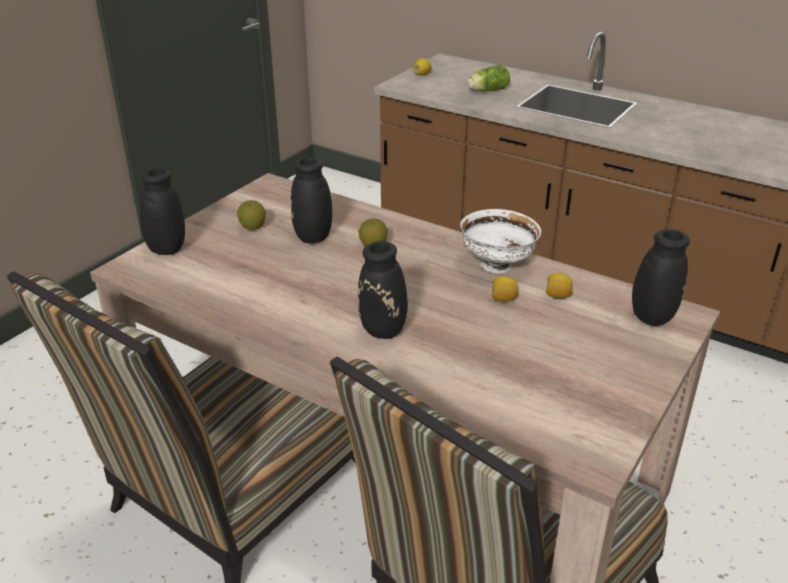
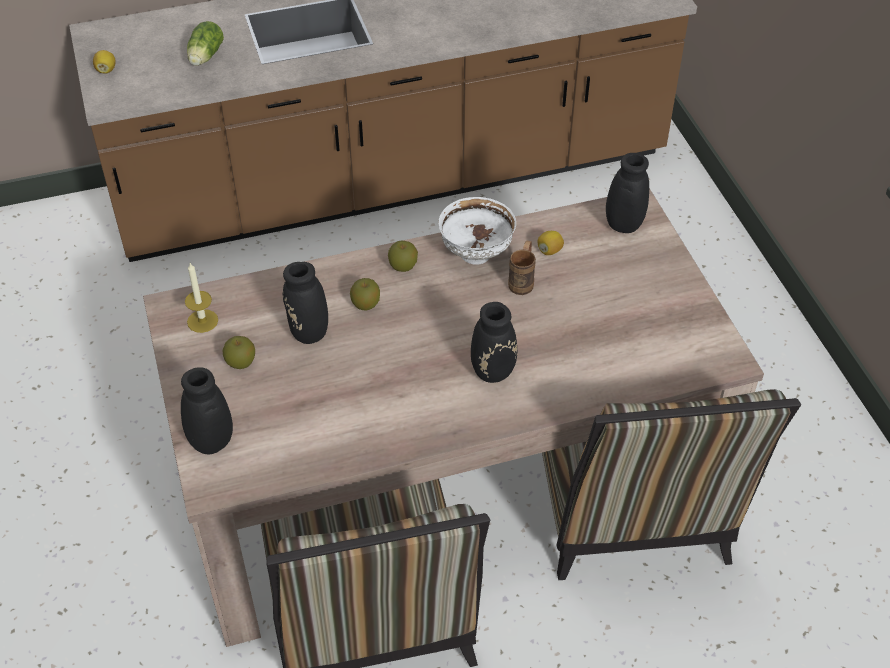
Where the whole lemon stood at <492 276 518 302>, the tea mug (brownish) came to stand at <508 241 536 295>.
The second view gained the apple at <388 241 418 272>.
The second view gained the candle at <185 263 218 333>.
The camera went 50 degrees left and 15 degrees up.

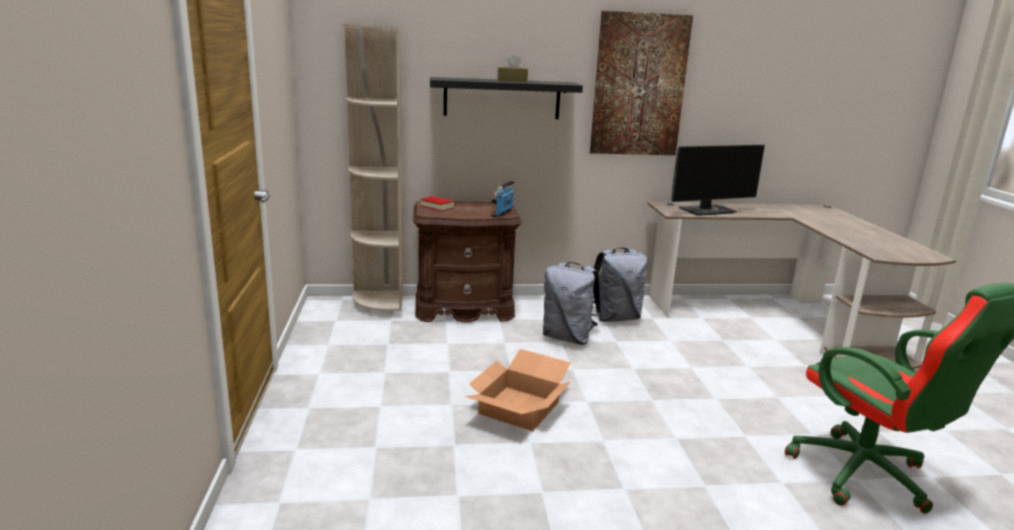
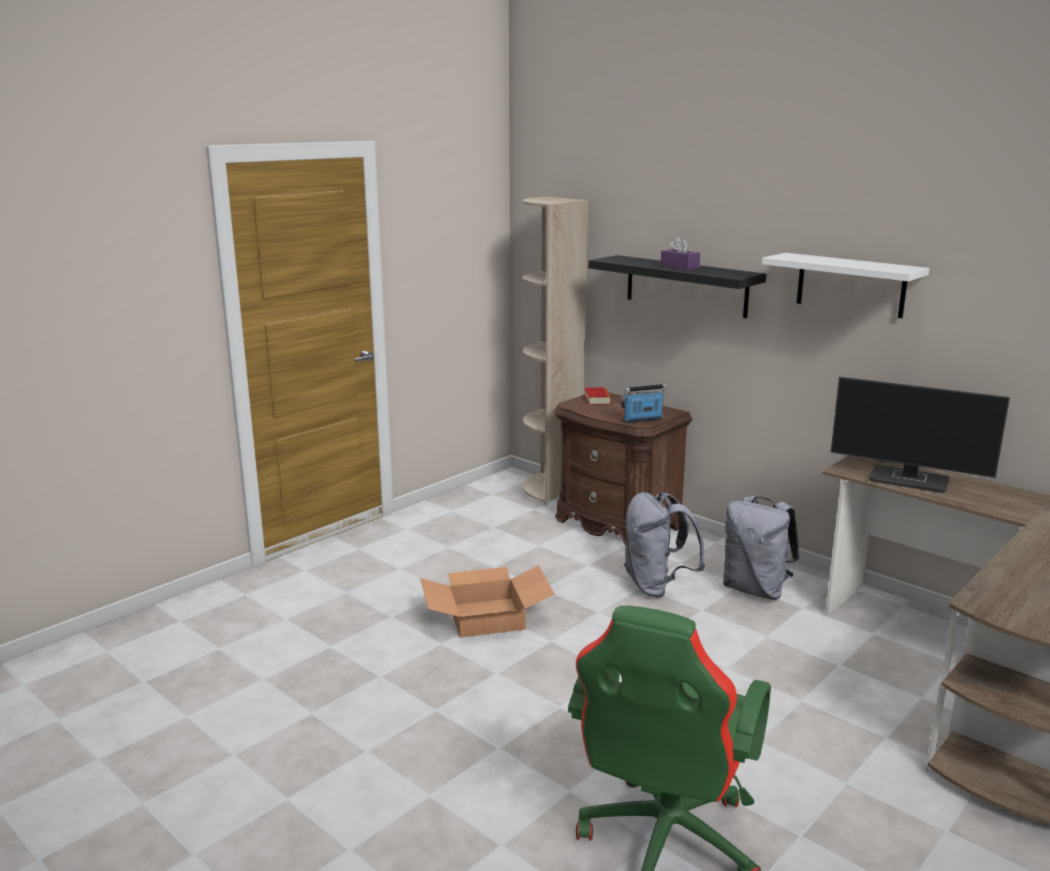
Where the picture hung at <590 11 693 155>, the wall shelf (white-coloured) came to hang at <762 253 929 318>.
What was the tissue holder (brownish) at <498 55 528 82> turned into the tissue holder (purple-coloured) at <660 237 700 270>.
The camera went 50 degrees right and 0 degrees up.

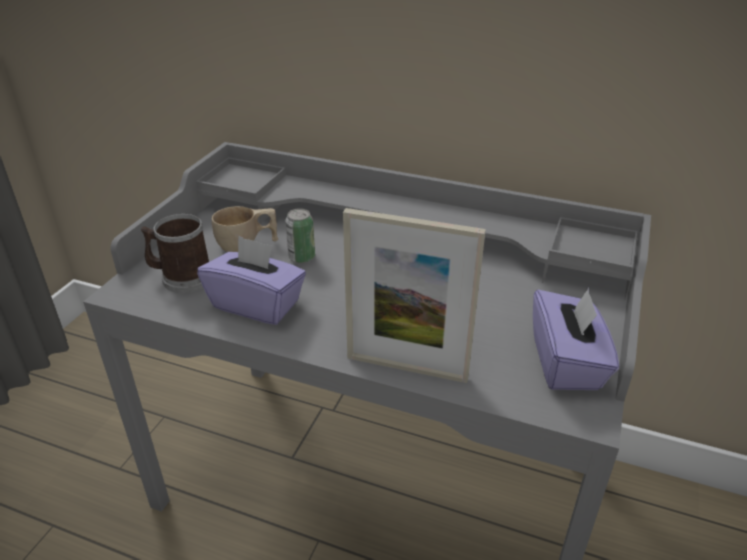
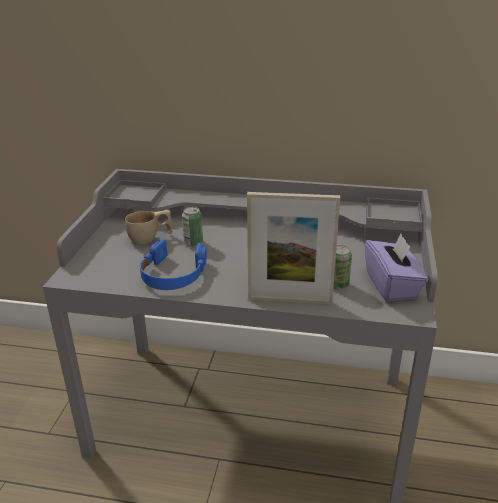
The second view lost the tea mug at <141 214 209 293>.
Where the tissue holder (purple-coloured) stood at <197 236 306 325>, the headset (bluish) came to stand at <140 239 207 290>.
The second view gained the can at <333 245 352 290>.
The camera went 10 degrees left and 5 degrees down.

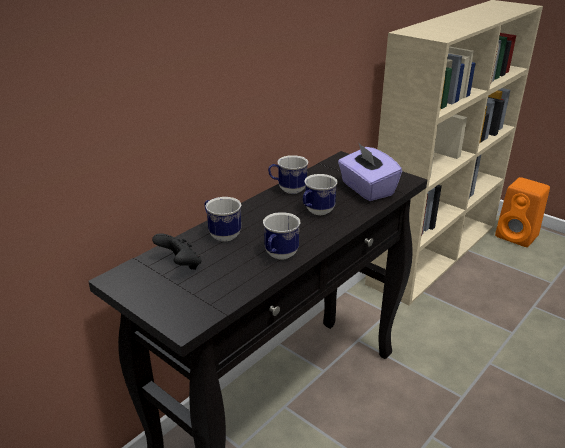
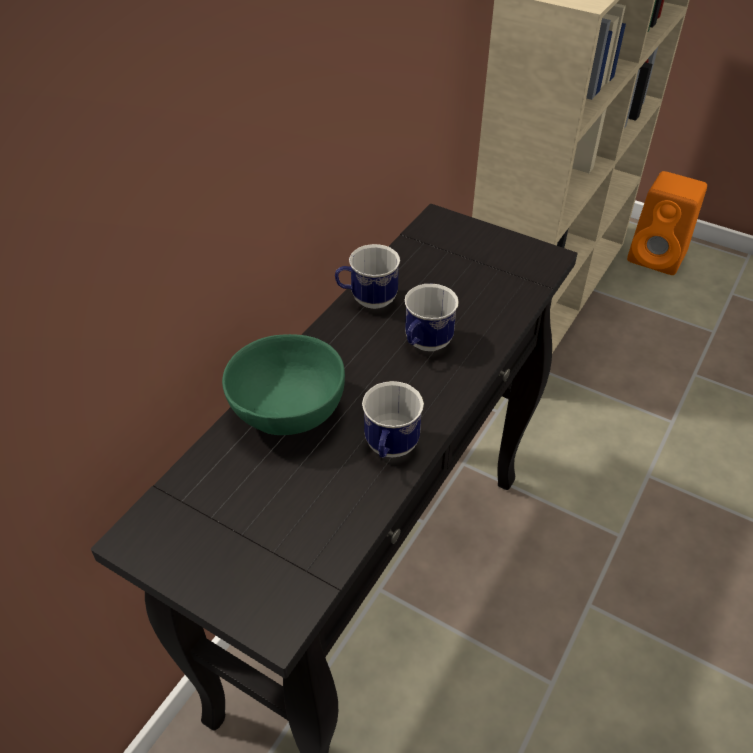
The second view lost the tissue holder (purple-coloured) at <338 144 402 201>.
Where the tea mug stood at <204 197 241 242>, the bowl (green-coloured) came to stand at <222 334 345 435>.
The second view lost the game controller (black) at <152 233 202 270>.
The camera went 10 degrees left and 15 degrees up.

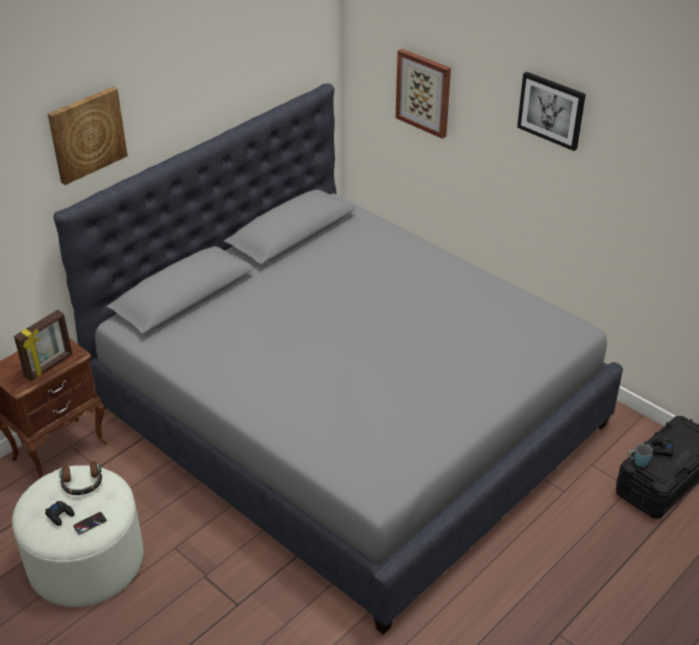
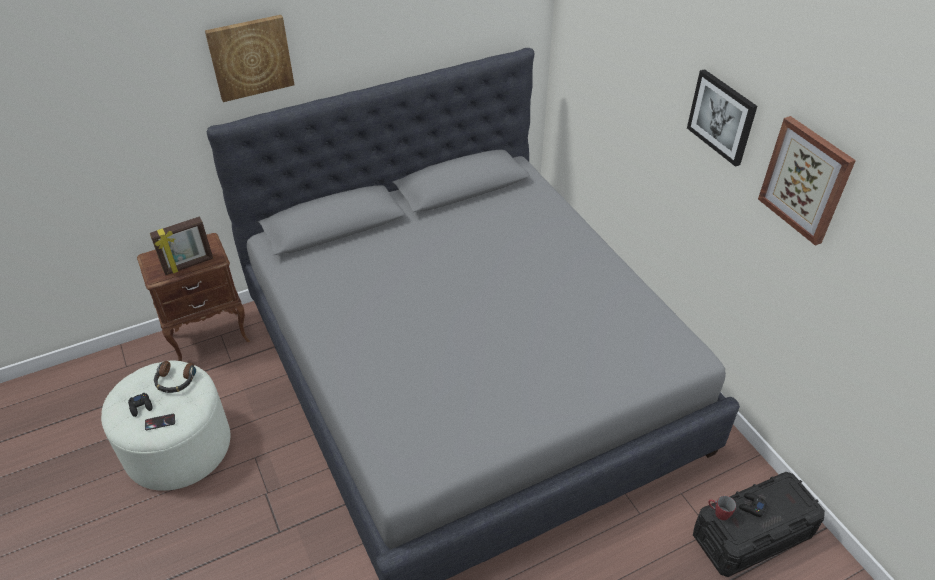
The picture ended up elsewhere, having gone from <396 49 451 139> to <758 116 856 246>.
What was the tea mug (bluish) at <628 444 653 467> turned into the tea mug (red) at <708 496 736 520>.
The camera went 20 degrees right and 5 degrees up.

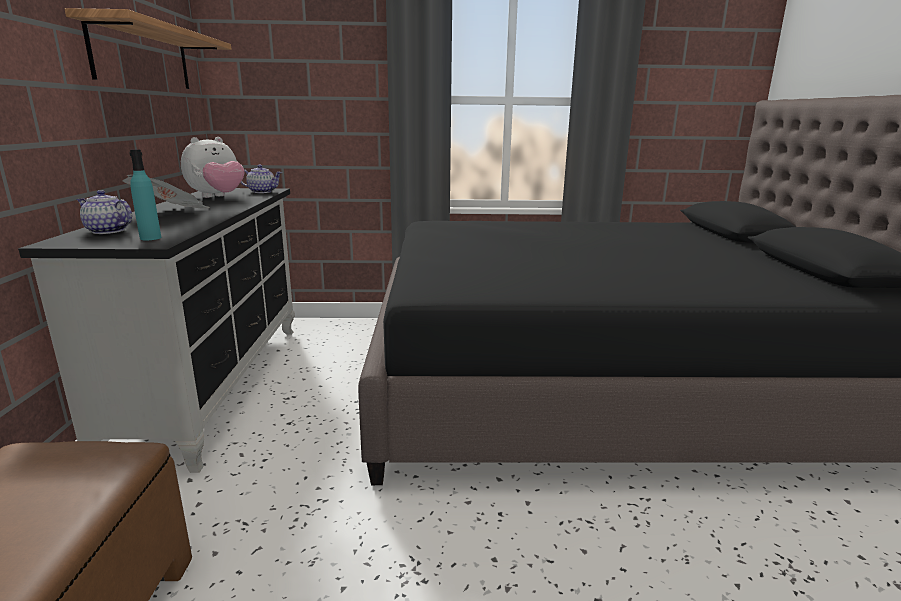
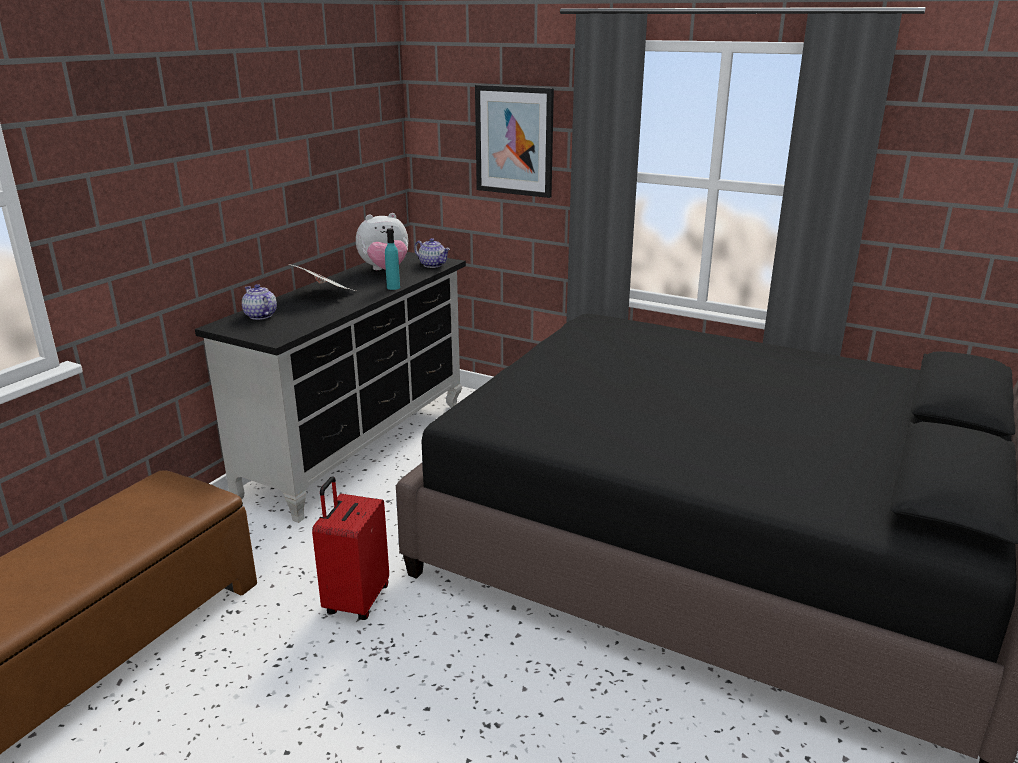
The second view lost the wall shelf at <64 8 231 89>.
The bottle (blue-green) ended up elsewhere, having gone from <130 149 162 240> to <385 228 400 290>.
The second view gained the picture at <475 85 554 198>.
The second view gained the travel case (red) at <312 476 389 620>.
The camera went 30 degrees right and 5 degrees up.

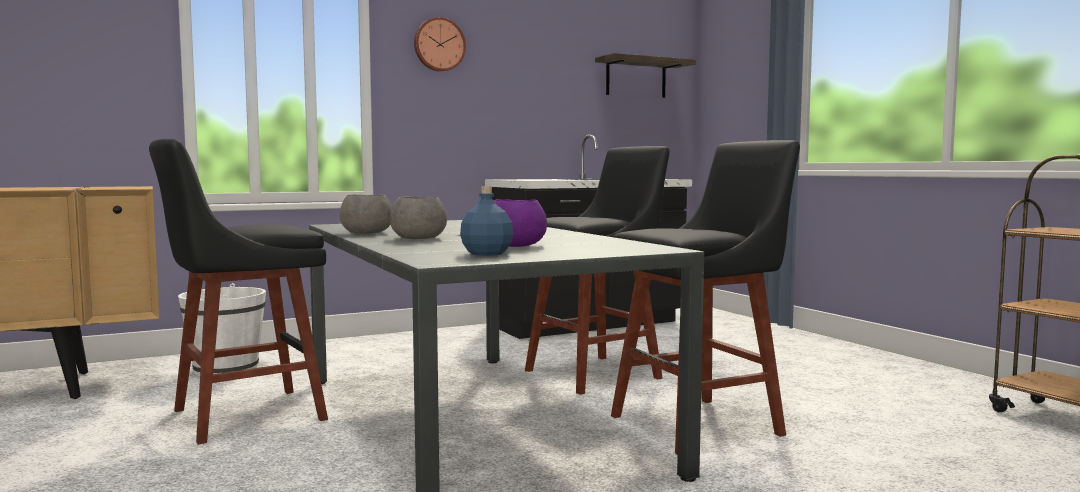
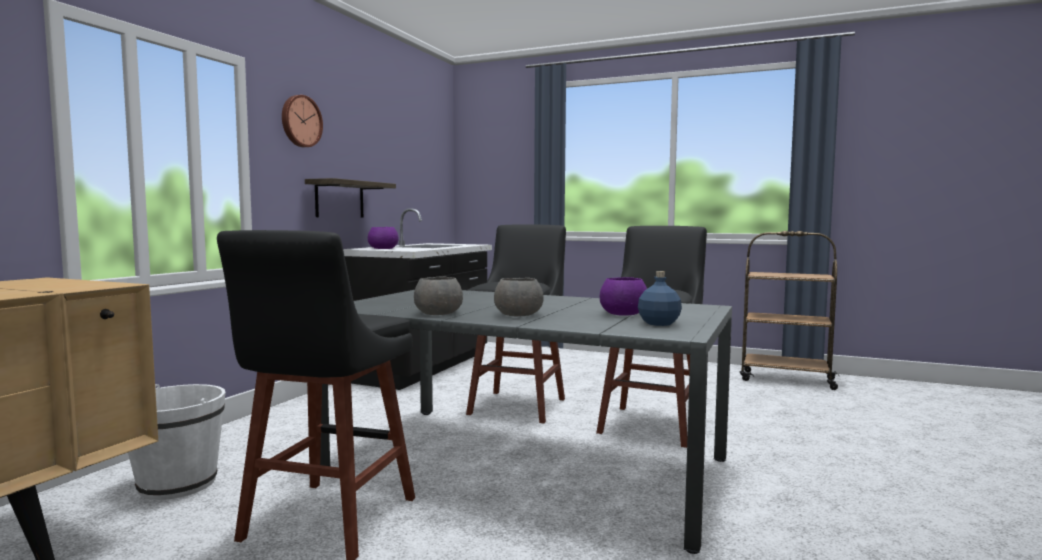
The wall shelf ended up elsewhere, having gone from <595 53 696 98> to <305 178 396 218>.
The second view gained the bowl (purple-coloured) at <368 227 398 249>.
The camera went 40 degrees left and 0 degrees up.

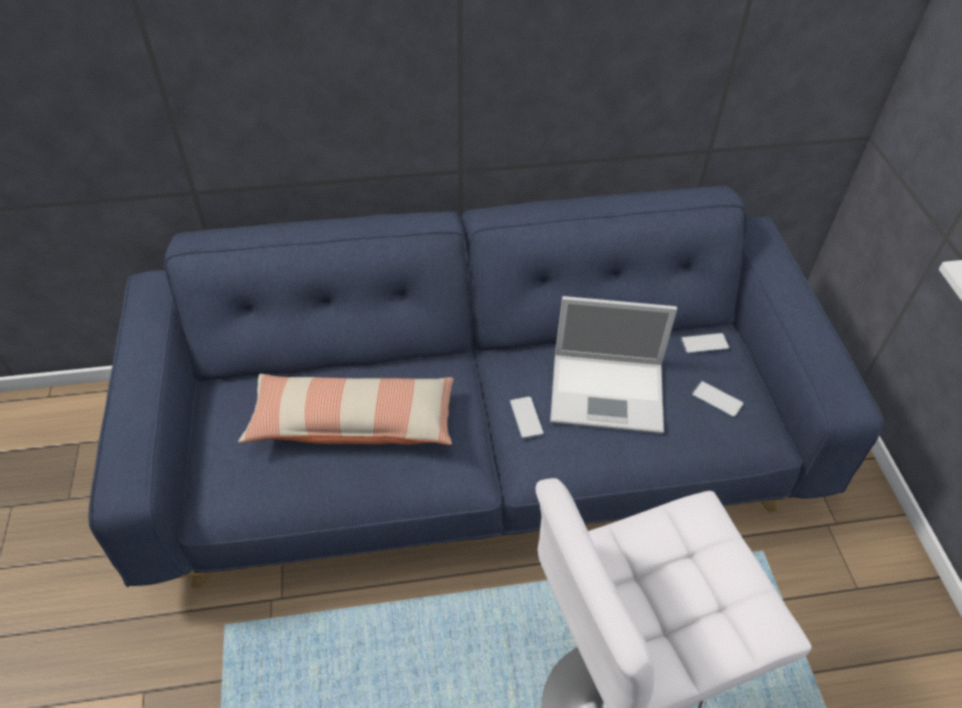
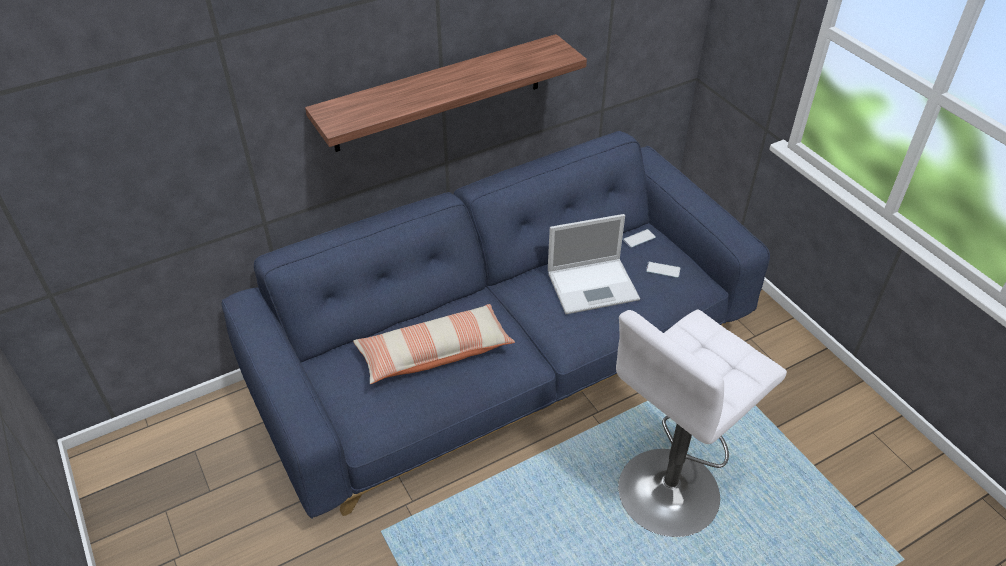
The second view lost the handset at <510 396 544 439>.
The second view gained the wall shelf at <305 34 587 152>.
The camera went 20 degrees left and 5 degrees down.

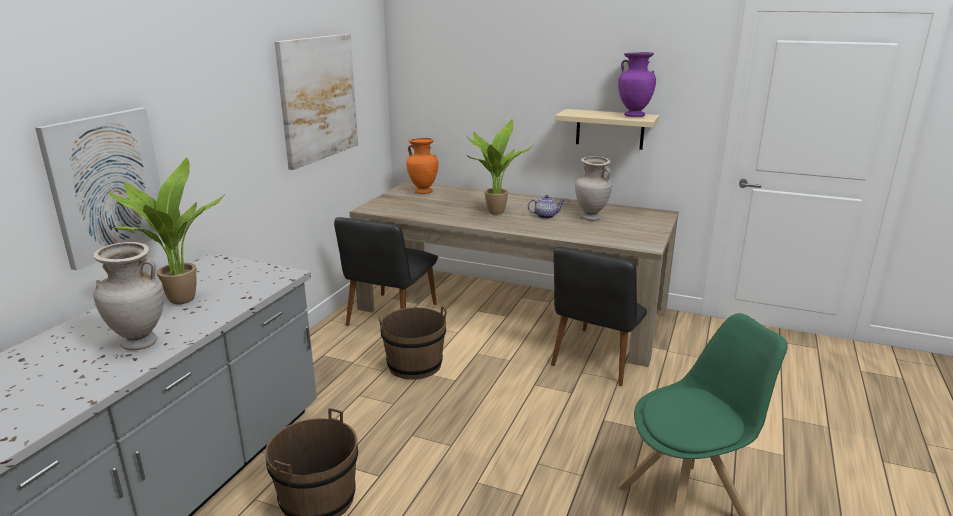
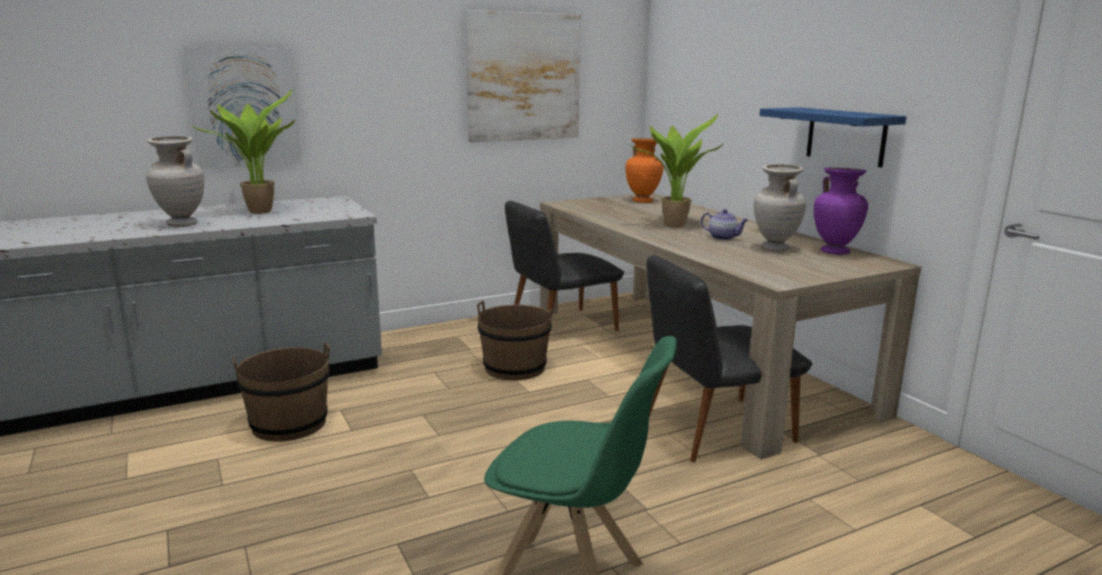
The flower vase (purple-coloured) ended up elsewhere, having gone from <618 52 656 117> to <814 168 868 255>.
What was the wall shelf (beige-coloured) at <555 109 660 150> turned into the wall shelf (bluish) at <759 107 907 168>.
The camera went 40 degrees right and 5 degrees down.

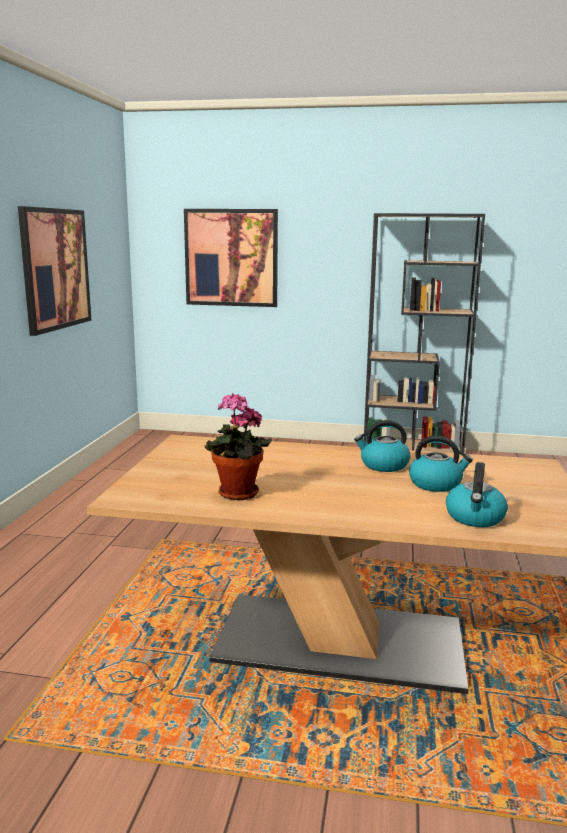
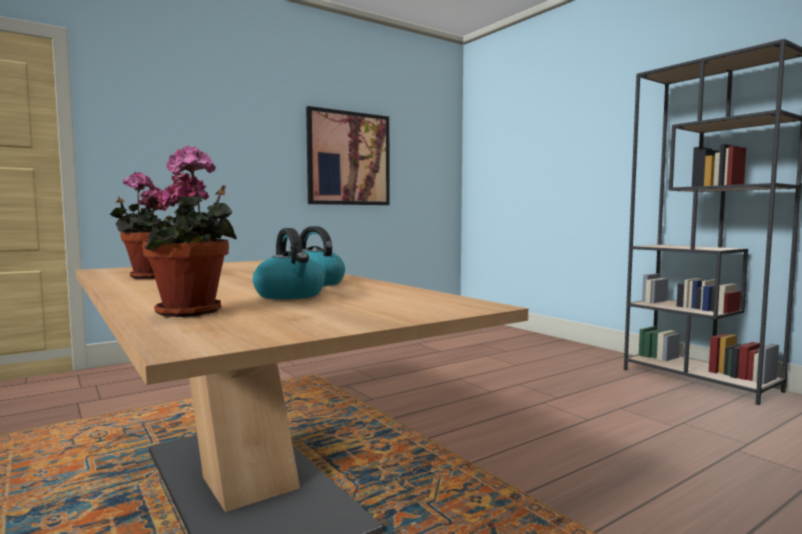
The second view lost the picture at <184 209 278 307>.
Where the tea kettle stood at <446 462 508 527>, the plant in a pot came to stand at <142 146 237 317>.
The camera went 45 degrees right and 10 degrees down.

